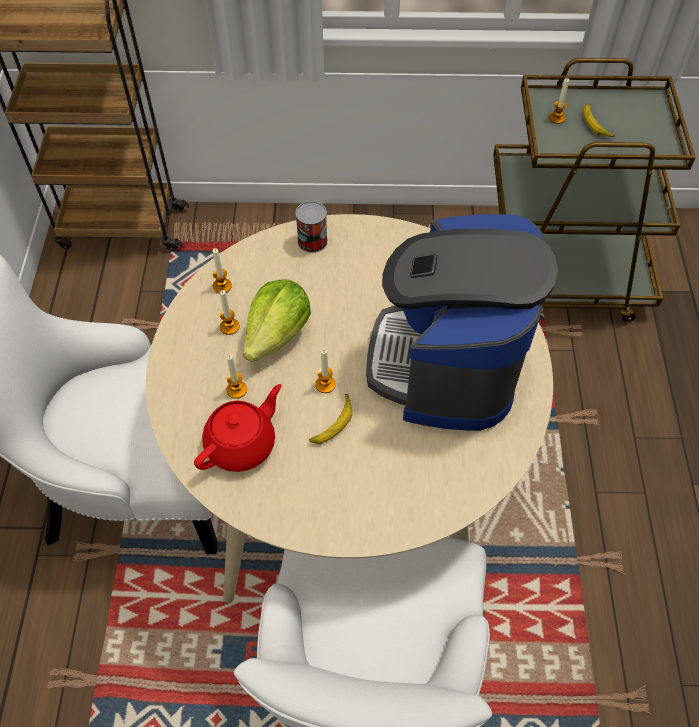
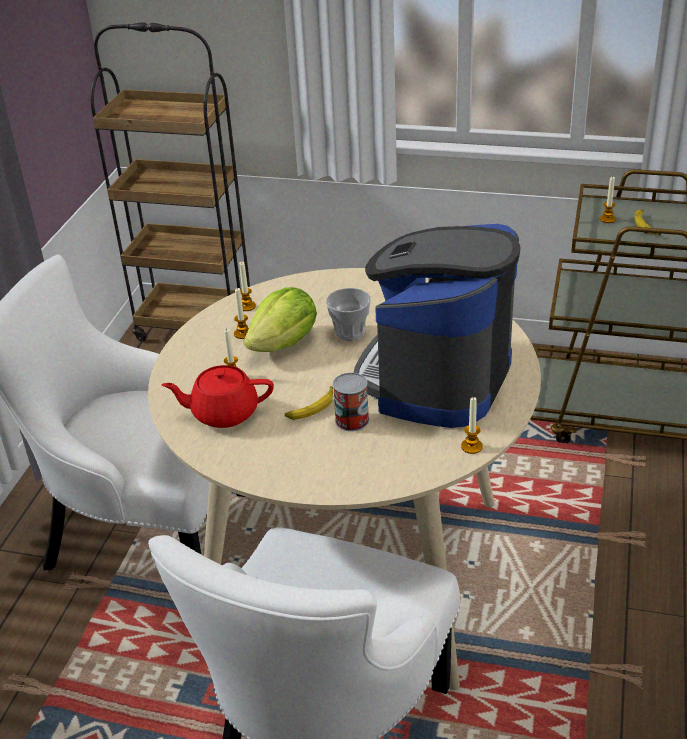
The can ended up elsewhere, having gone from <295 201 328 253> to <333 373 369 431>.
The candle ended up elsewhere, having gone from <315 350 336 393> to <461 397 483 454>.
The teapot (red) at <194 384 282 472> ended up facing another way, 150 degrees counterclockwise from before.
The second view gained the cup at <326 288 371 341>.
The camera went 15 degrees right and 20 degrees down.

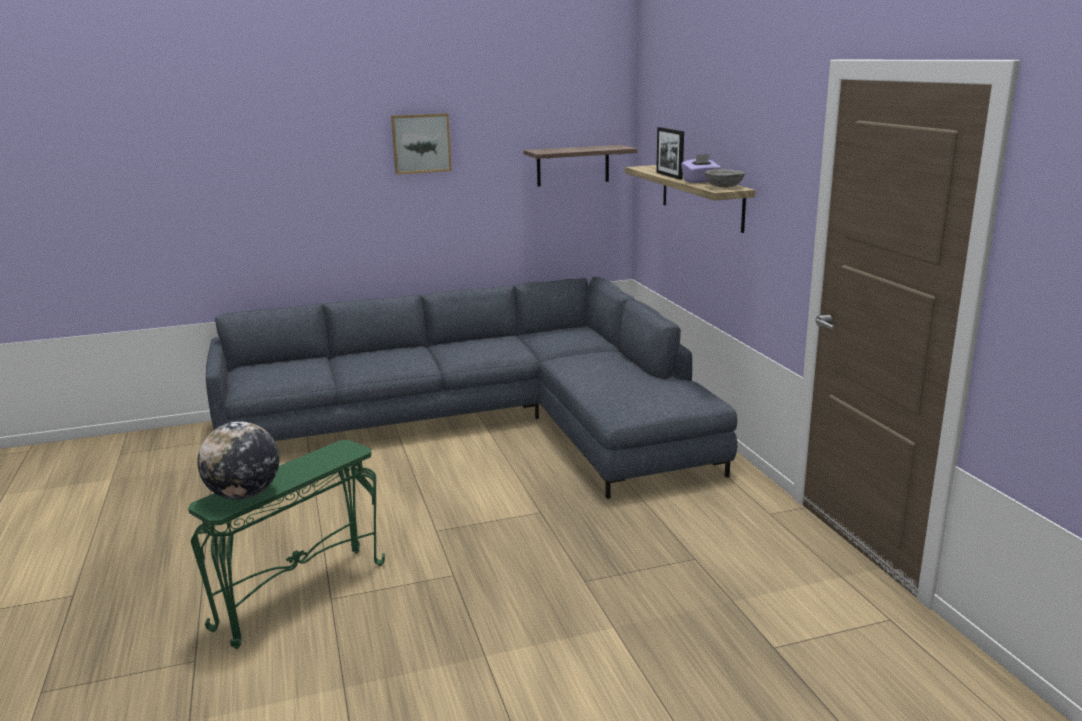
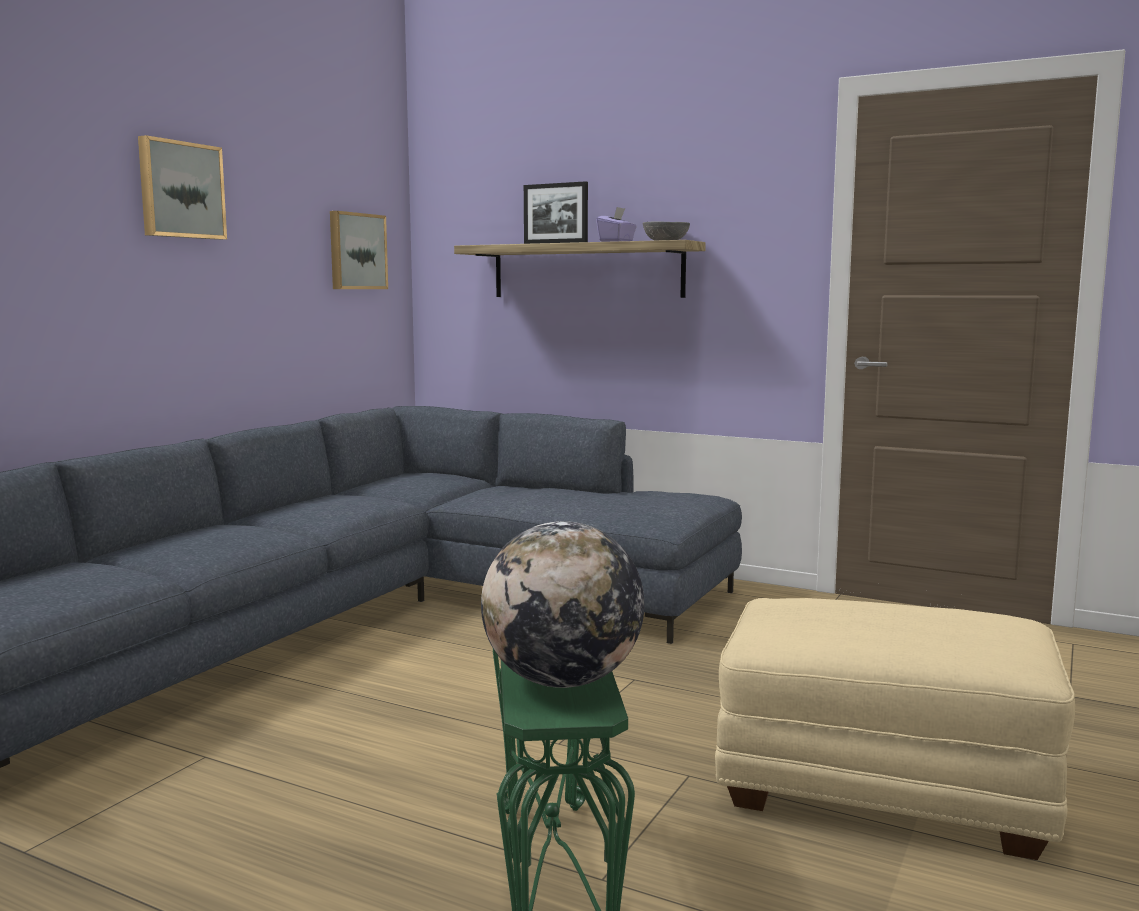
Where the wall shelf hung at <524 145 638 187>, the picture came to hang at <330 211 388 289>.
The second view gained the ottoman (beige-coloured) at <715 598 1075 860>.
The camera went 45 degrees left and 10 degrees down.

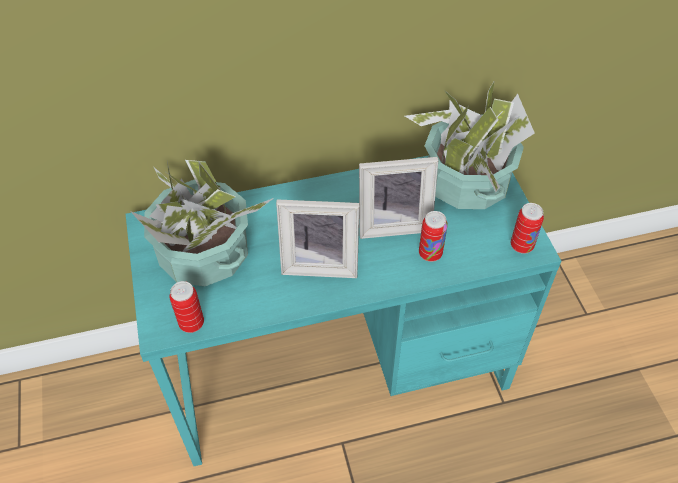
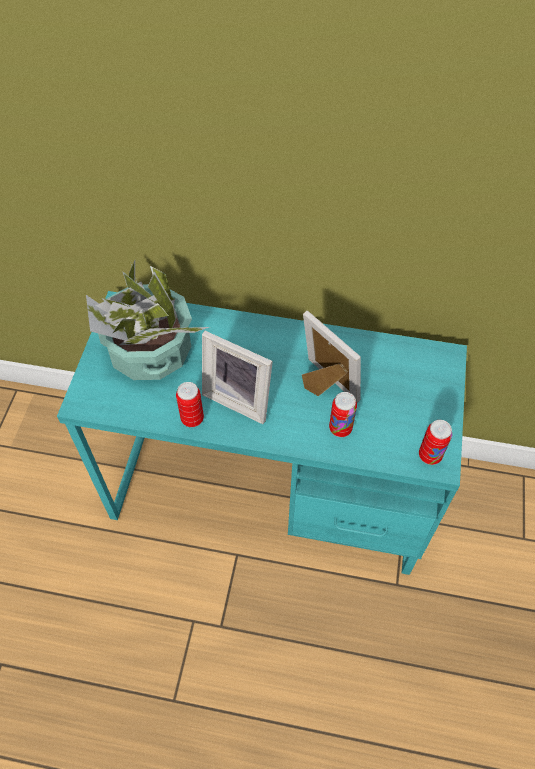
The second view lost the plant in a pot at <405 80 535 209>.
The photo frame at <359 157 438 239> ended up facing another way, 150 degrees counterclockwise from before.
The can ended up elsewhere, having gone from <170 281 204 333> to <176 382 204 427>.
The camera went 25 degrees right and 5 degrees up.

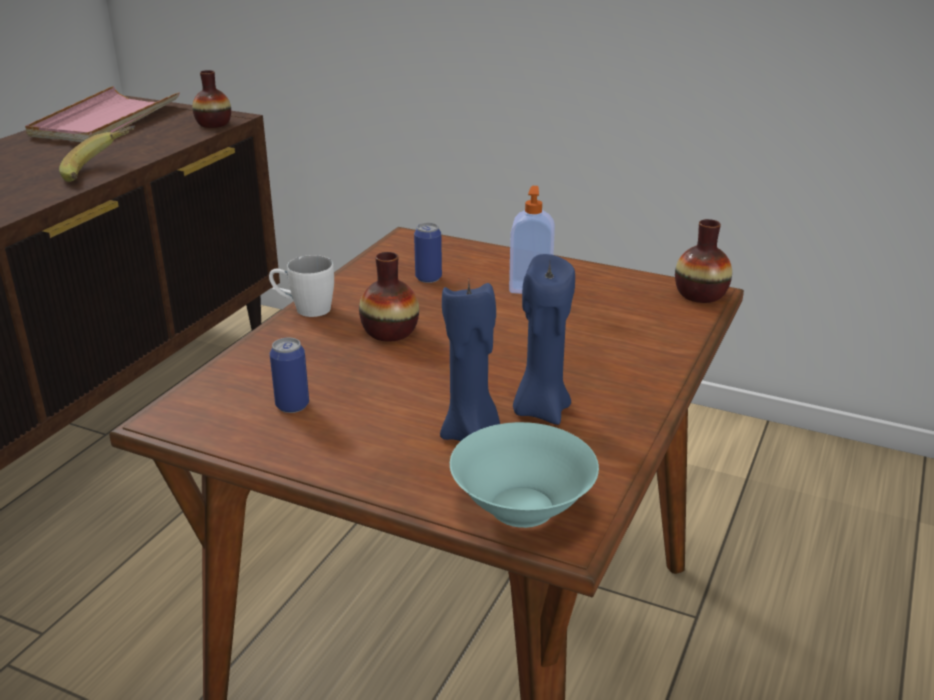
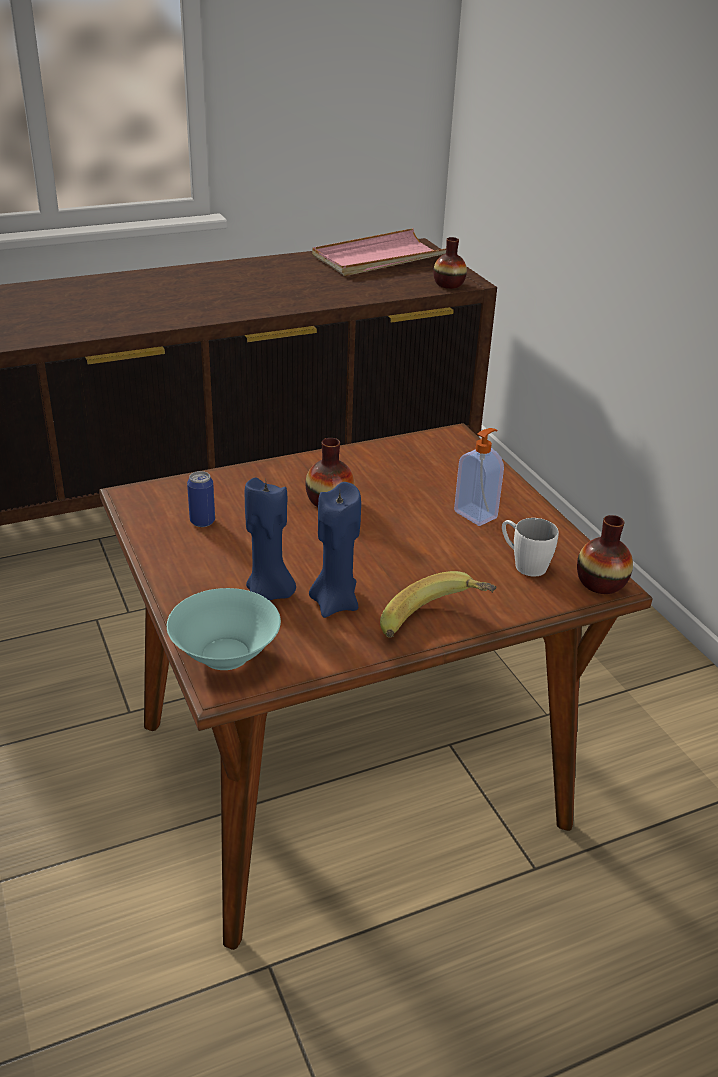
The banana ended up elsewhere, having gone from <59 126 135 182> to <380 571 497 638>.
The second view lost the can at <414 222 442 283>.
The tea mug (white-coloured) ended up elsewhere, having gone from <269 255 334 317> to <502 518 559 576>.
The camera went 40 degrees right and 5 degrees up.

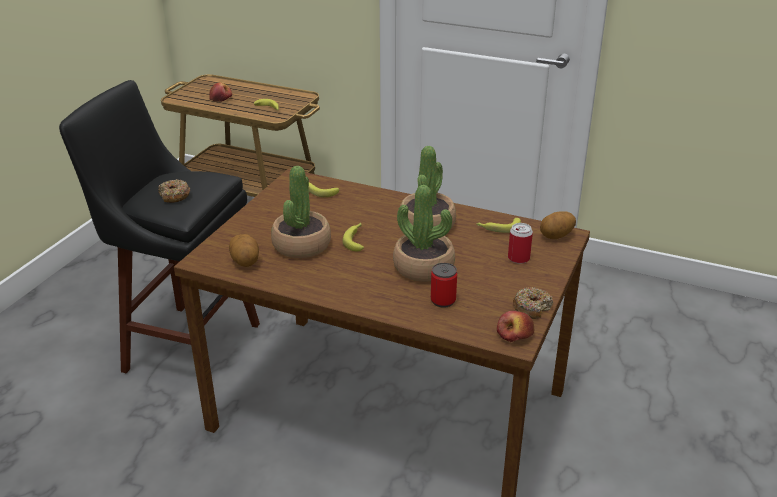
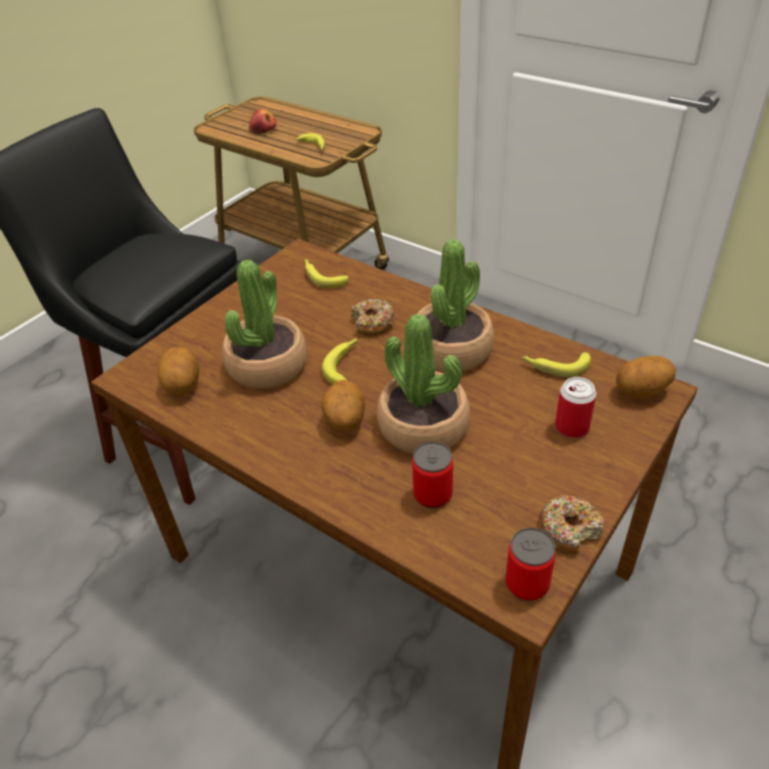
The donut ended up elsewhere, having gone from <158 179 190 203> to <351 299 396 336>.
Where the apple stood at <497 311 534 342>, the can came to stand at <506 528 556 601>.
The second view gained the potato at <321 380 365 431>.
The camera went 15 degrees right and 10 degrees up.

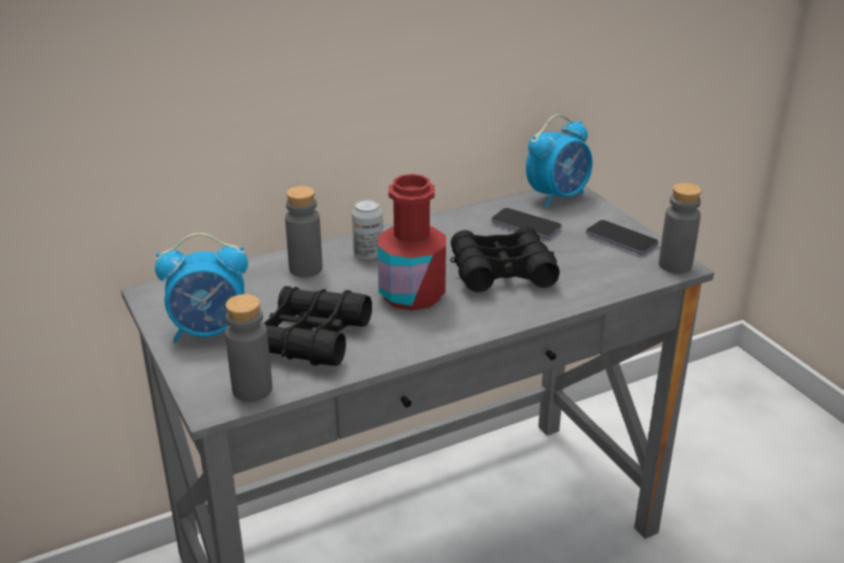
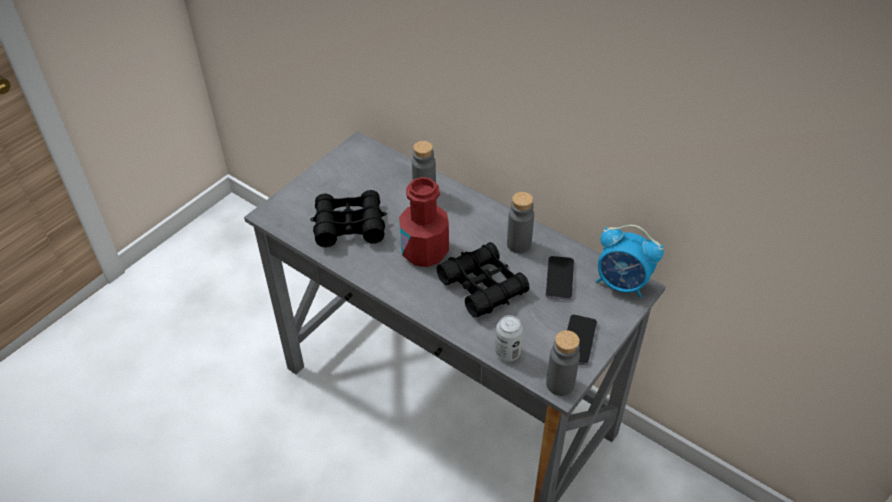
The can ended up elsewhere, having gone from <352 199 383 260> to <495 315 523 362>.
The second view lost the table clock at <155 233 248 343>.
The bottle (gray) ended up elsewhere, having gone from <225 294 272 401> to <507 192 534 253>.
The camera went 65 degrees right and 15 degrees up.

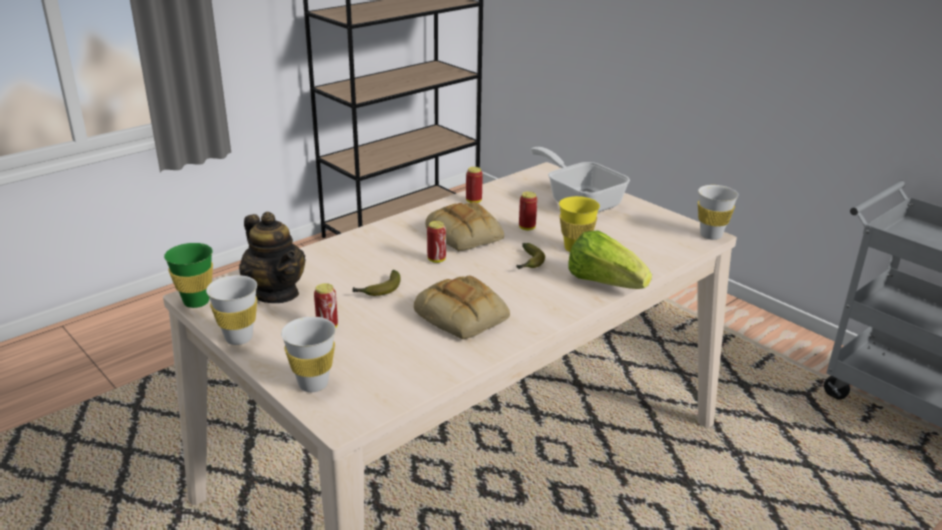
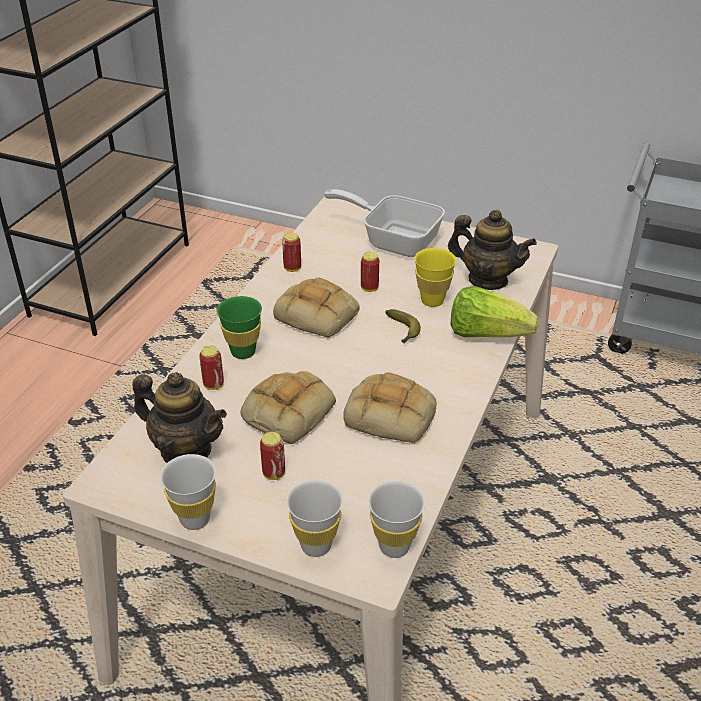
The cup (white-coloured) ended up elsewhere, having gone from <698 185 739 240> to <368 480 425 558>.
The can ended up elsewhere, having gone from <427 221 446 263> to <199 345 224 390>.
The cup (green-coloured) ended up elsewhere, having gone from <164 243 213 308> to <217 296 262 359>.
Where the banana stood at <352 270 401 296>, the bakery bread came to stand at <240 371 336 444>.
The second view gained the teapot at <448 210 537 290>.
The camera went 25 degrees left and 10 degrees up.

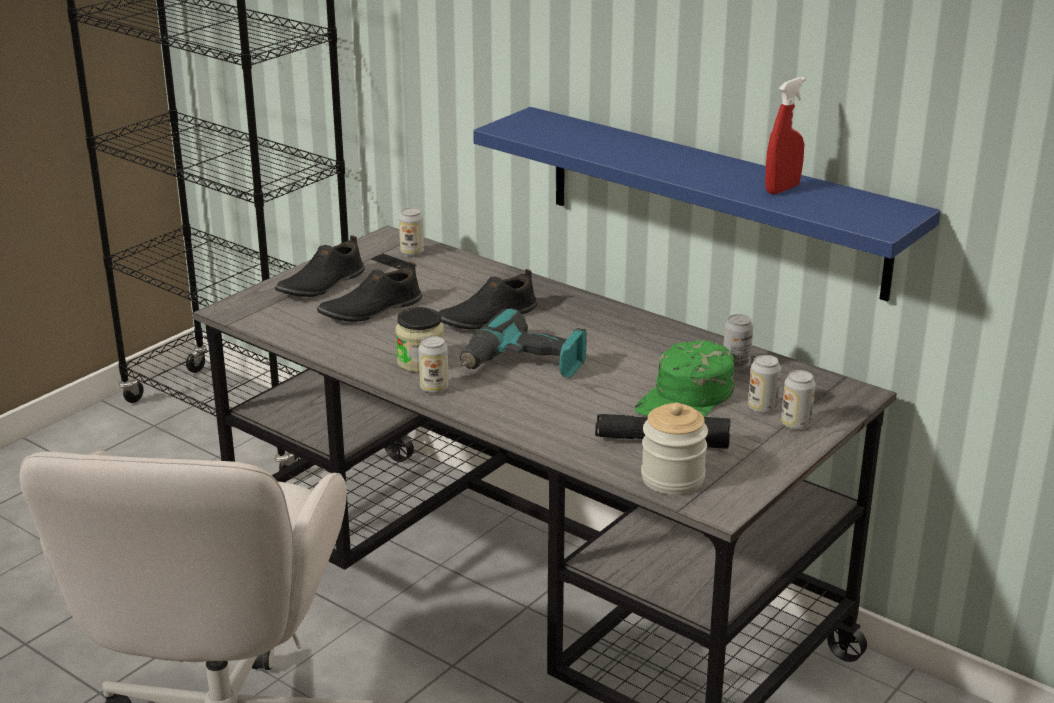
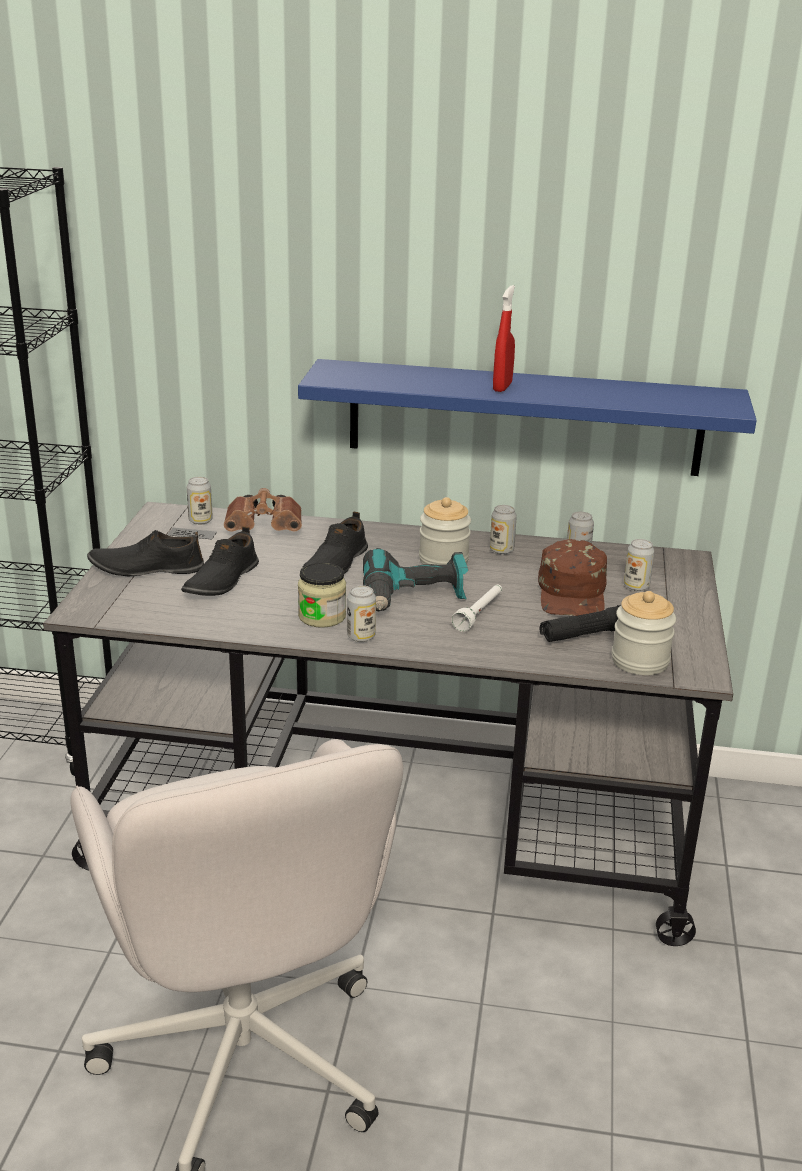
The spray bottle (red) ended up elsewhere, having gone from <765 77 805 194> to <493 285 515 392>.
The shoe (black) at <275 235 365 297> ended up facing another way, 75 degrees clockwise from before.
What was the baseball cap (green-coloured) at <635 340 735 417> turned into the baseball cap (brownish) at <538 539 607 616>.
The can ended up elsewhere, having gone from <781 370 816 430> to <490 505 517 555>.
The second view gained the field glasses (brownish) at <224 488 302 532>.
The second view gained the jar at <419 497 471 565>.
The second view gained the torch (white-coloured) at <452 584 502 632>.
The camera went 30 degrees left and 0 degrees up.

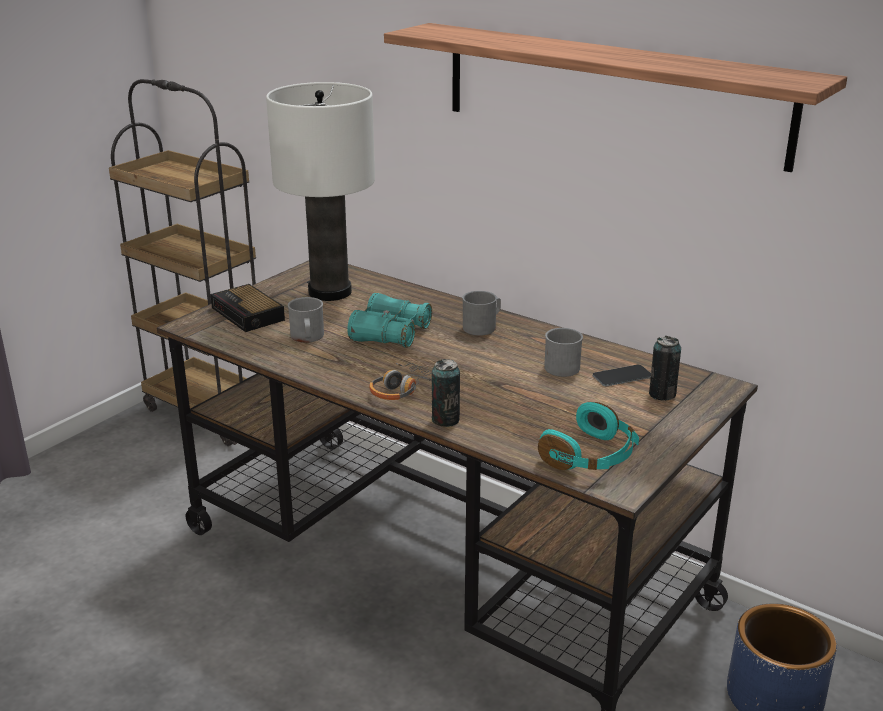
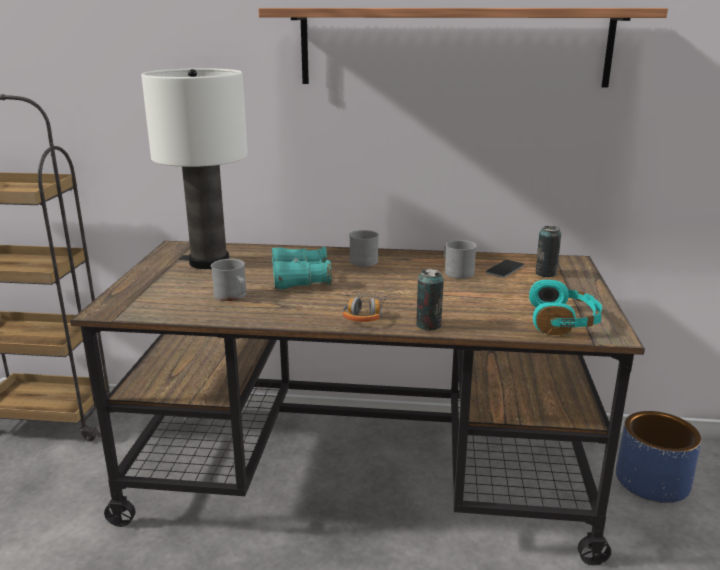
The second view lost the table clock at <211 284 285 332>.
The camera went 30 degrees left and 5 degrees down.

